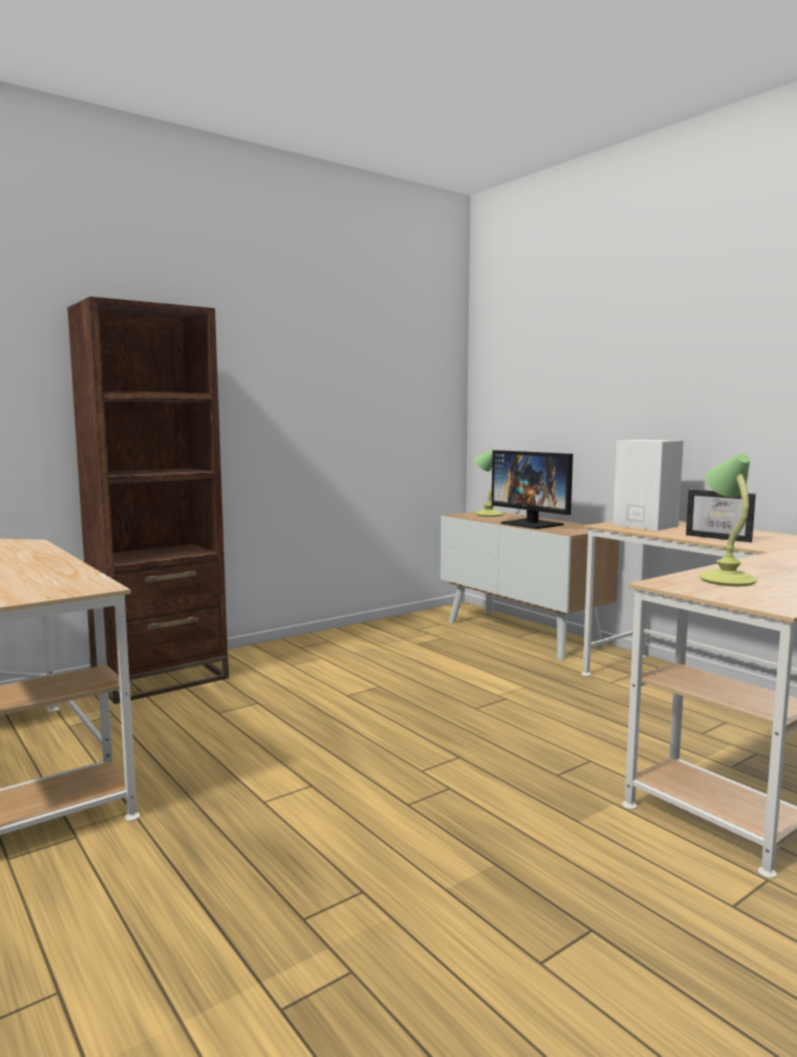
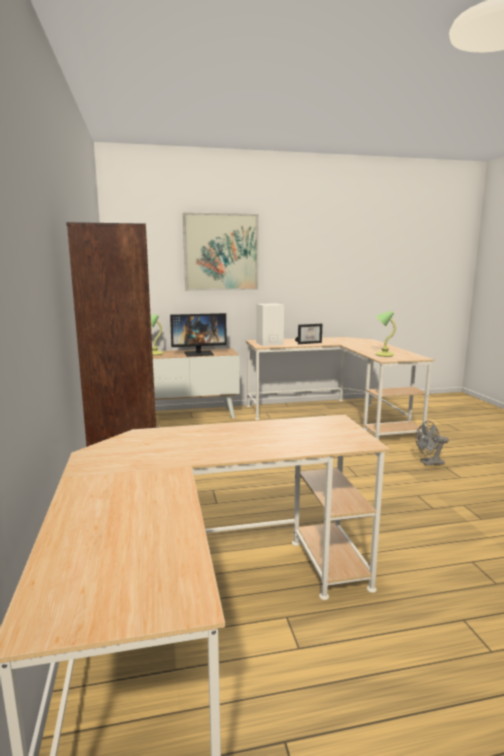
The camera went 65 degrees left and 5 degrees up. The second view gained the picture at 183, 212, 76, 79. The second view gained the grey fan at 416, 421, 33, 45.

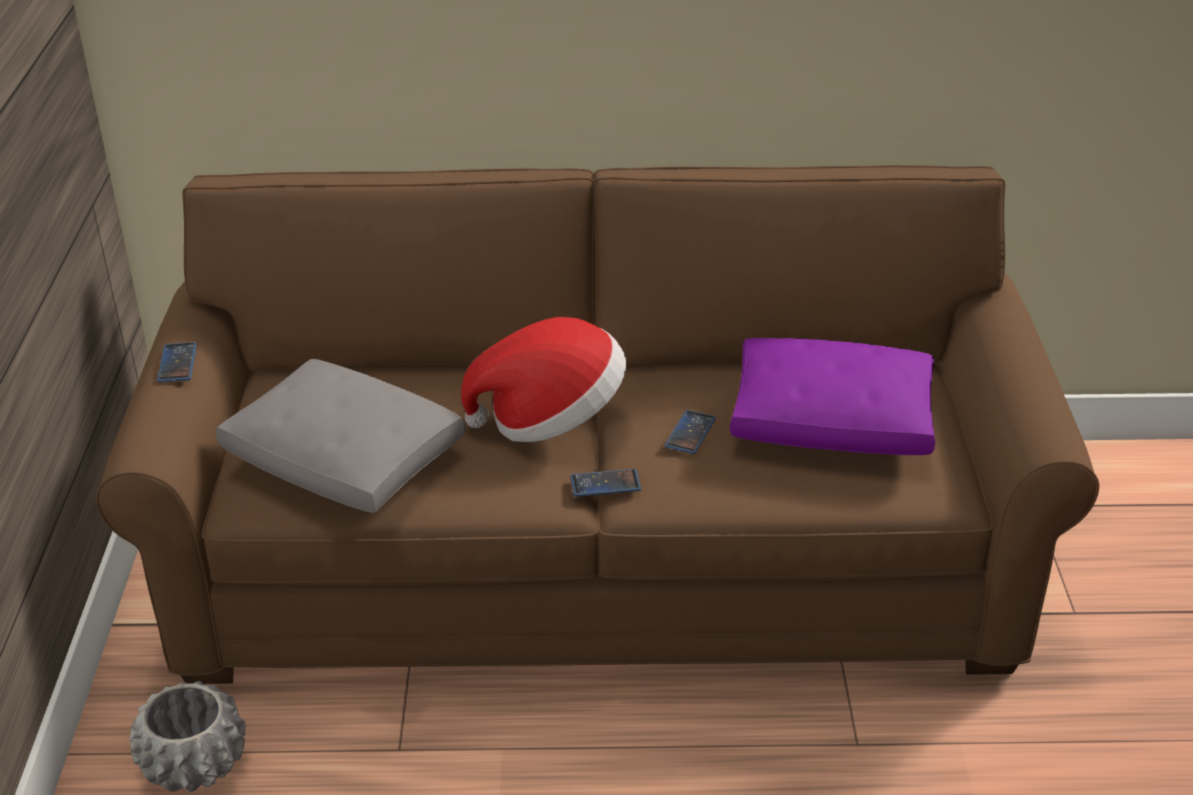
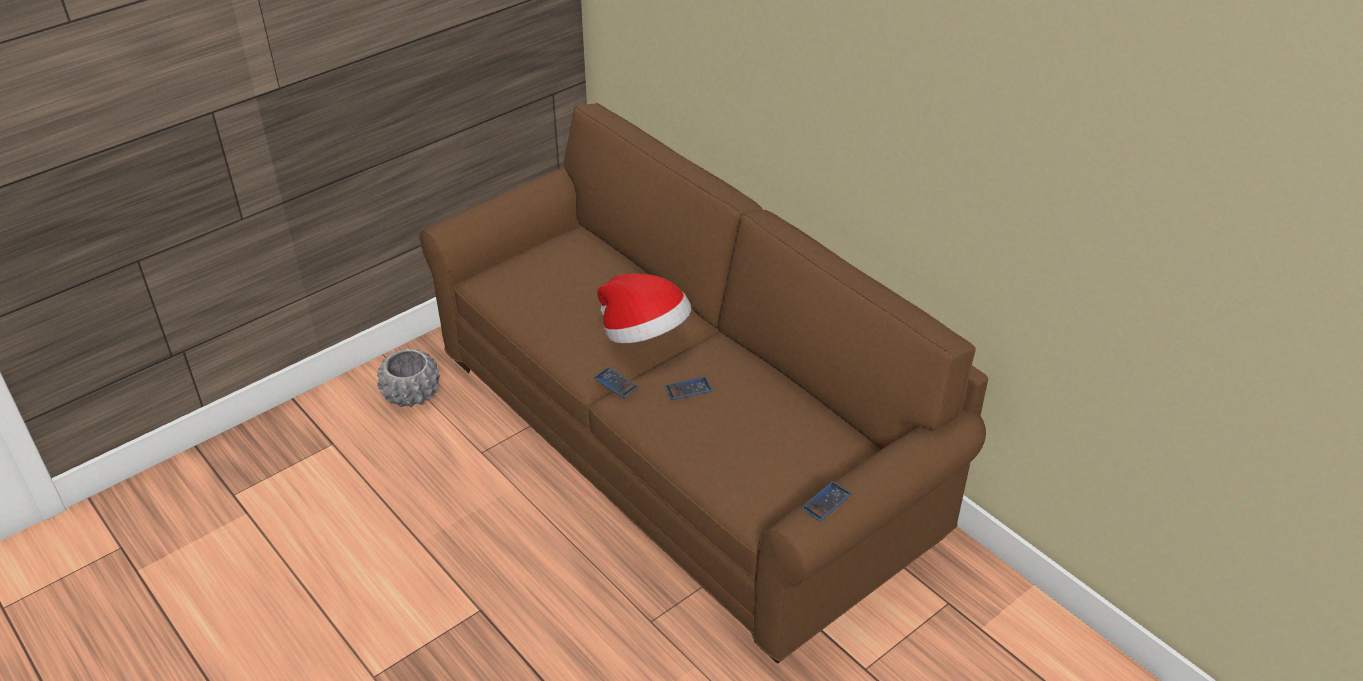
The camera went 50 degrees right and 5 degrees up. The phone ended up elsewhere, having gone from 157, 342, 40, 40 to 801, 481, 50, 40. The second view lost the grey pillow at 216, 359, 249, 154. The second view lost the purple pillow at 730, 338, 205, 117.

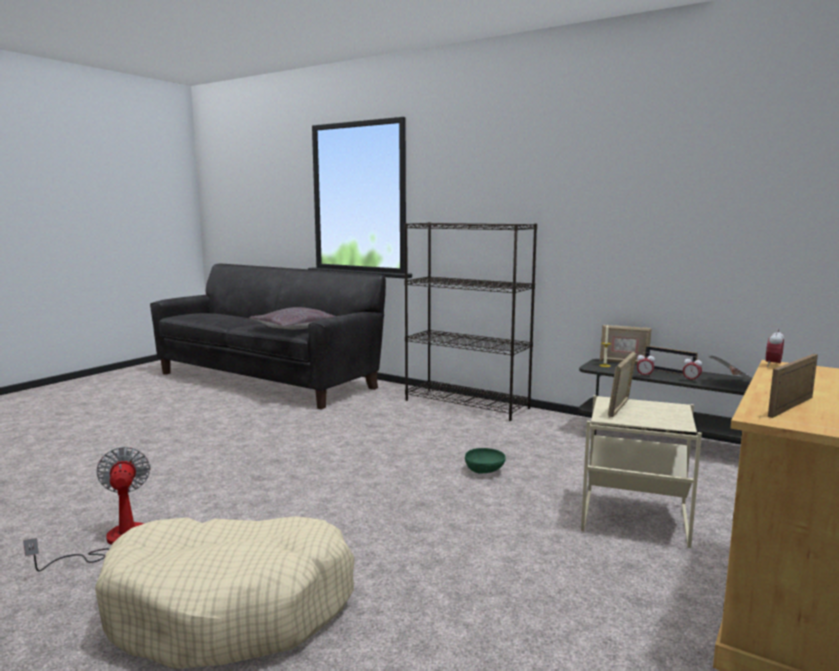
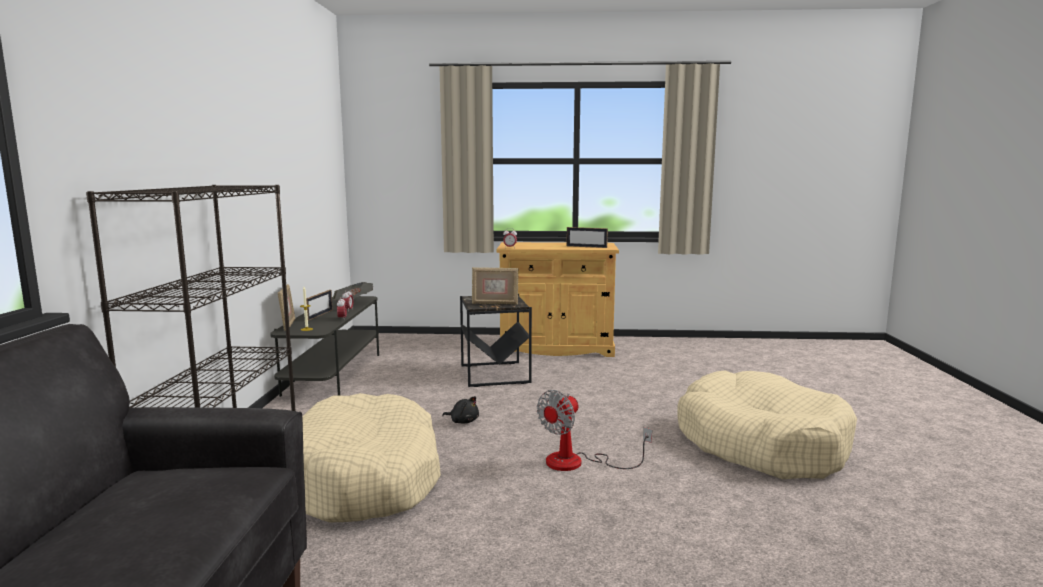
The camera went 120 degrees left and 0 degrees up. The second view gained the beige dog bed at 302, 393, 139, 129. Where the green bowl stood at 465, 448, 41, 26, the black plush toy came to stand at 442, 396, 37, 28. What was the beige side table at 581, 395, 121, 153 turned into the black side table at 460, 294, 72, 93. The fan ended up elsewhere, having gone from 23, 447, 128, 125 to 537, 390, 115, 81. The second view lost the grey pillow at 250, 307, 85, 22.

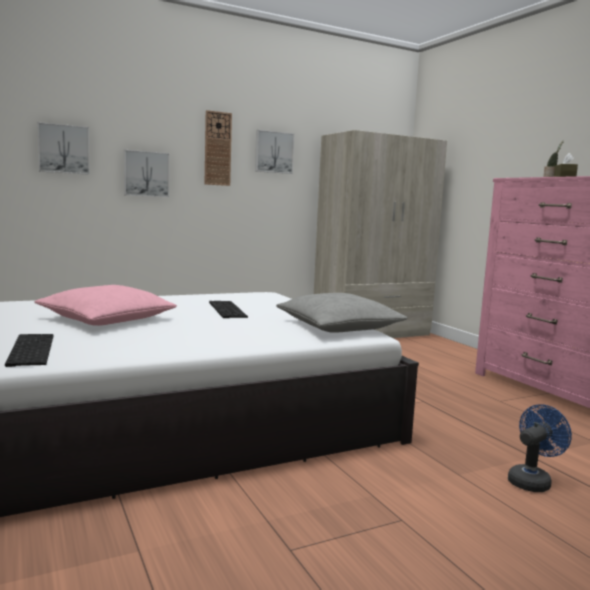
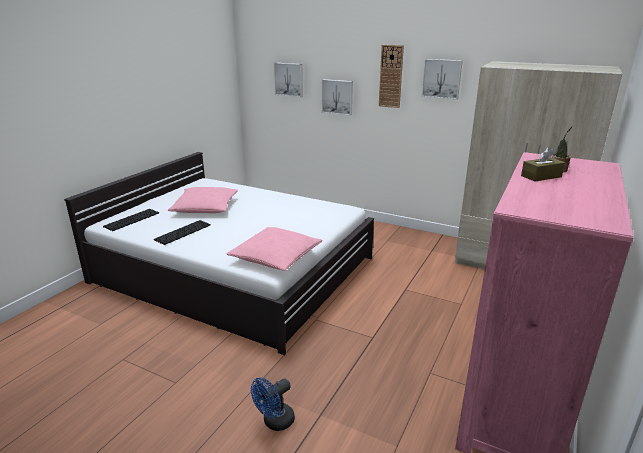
The camera went 55 degrees right and 15 degrees up. The keyboard ended up elsewhere, having gone from 209, 301, 39, 17 to 154, 220, 57, 25. What was the grey pillow at 276, 293, 132, 40 turned into the pink pillow at 227, 227, 96, 44. The blue fan at 508, 405, 64, 87 ended up facing another way, 120 degrees clockwise from before.

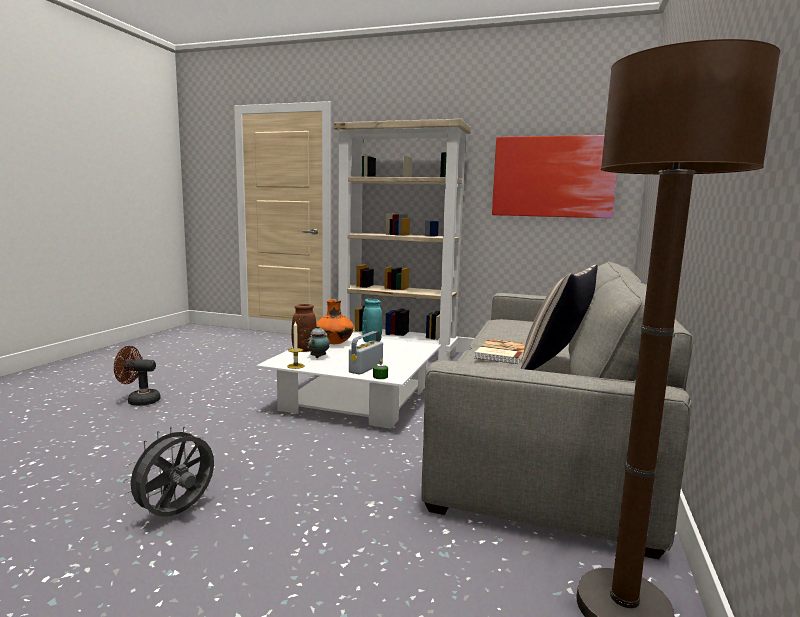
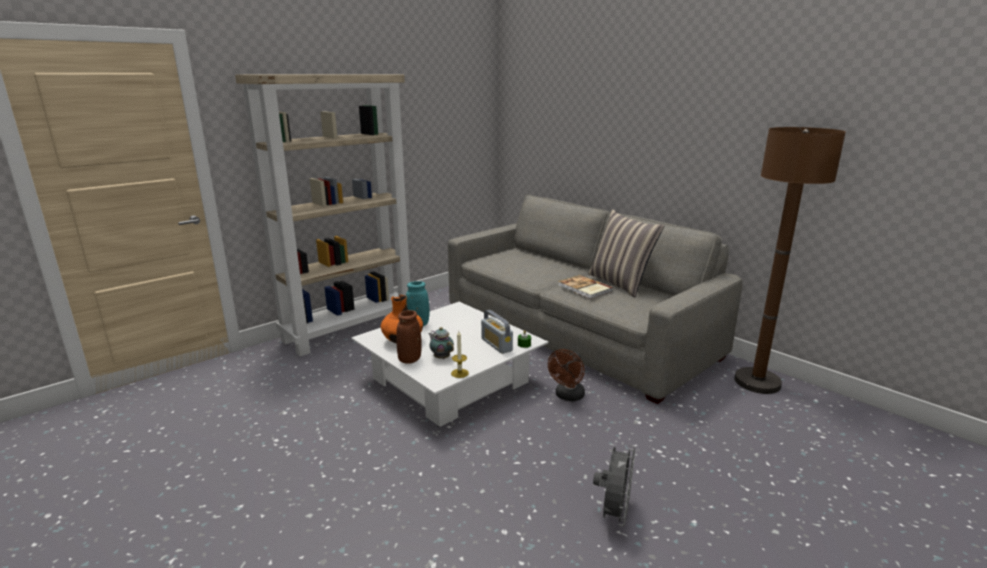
The camera went 60 degrees left and 10 degrees up. The brown fan ended up elsewhere, having gone from 114, 346, 47, 59 to 548, 349, 37, 53. The grey fan at 123, 426, 91, 91 ended up facing another way, 135 degrees counterclockwise from before. The second view lost the picture at 492, 135, 125, 83.

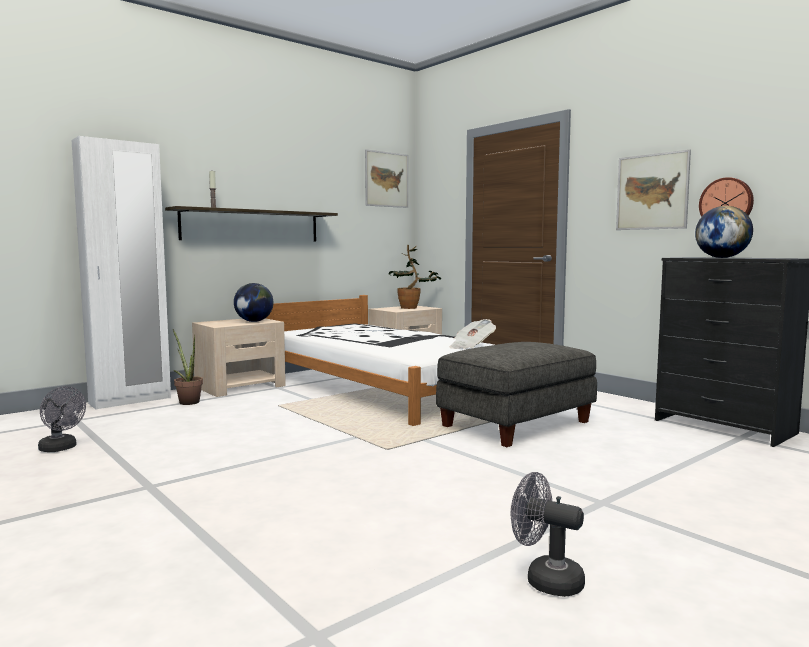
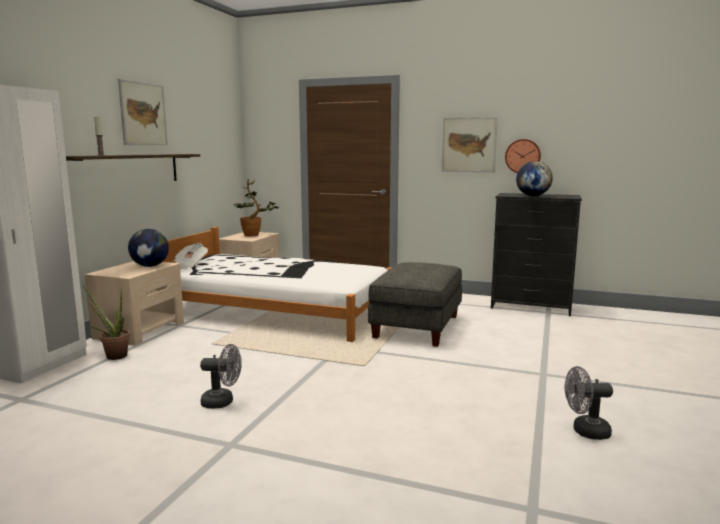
The camera went 30 degrees left and 5 degrees up. The picture ended up elsewhere, having gone from 365, 149, 43, 59 to 118, 79, 50, 66. The newspaper ended up elsewhere, having gone from 449, 319, 47, 30 to 173, 243, 35, 26. The grey fan ended up elsewhere, having gone from 38, 386, 48, 66 to 200, 344, 42, 65.

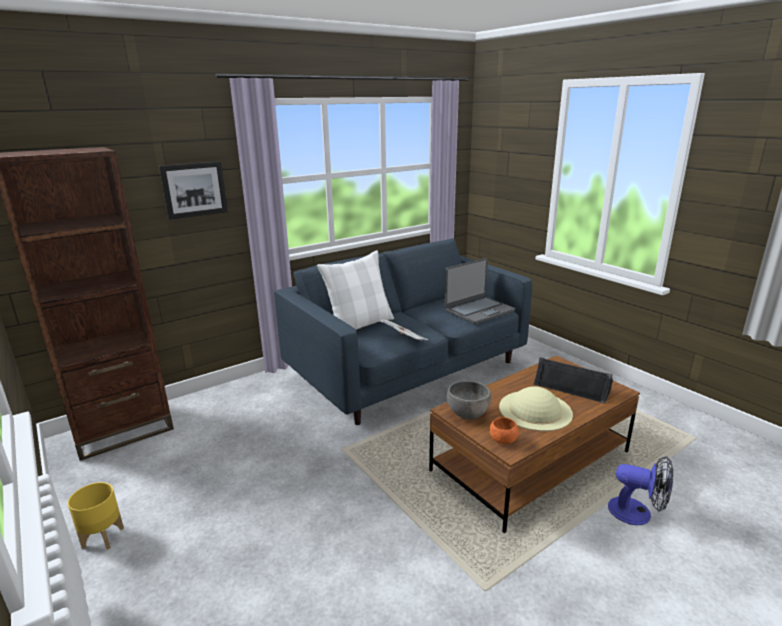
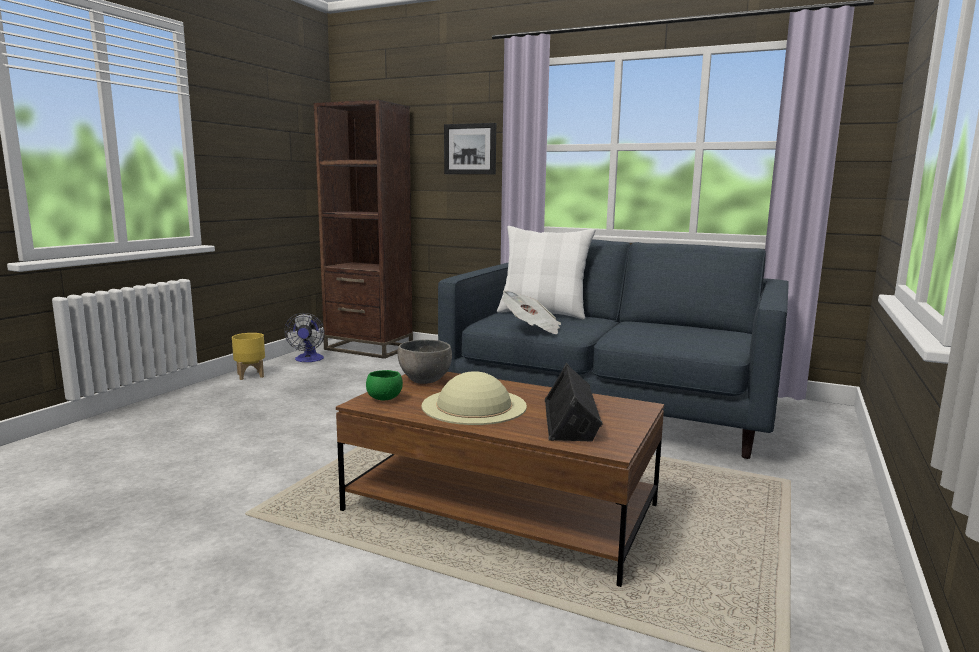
The camera went 60 degrees right and 10 degrees down. The fan ended up elsewhere, having gone from 608, 456, 65, 69 to 284, 313, 41, 49. What was the orange bowl at 490, 417, 29, 27 turned into the green bowl at 366, 370, 37, 30. The second view lost the laptop at 445, 258, 70, 66.

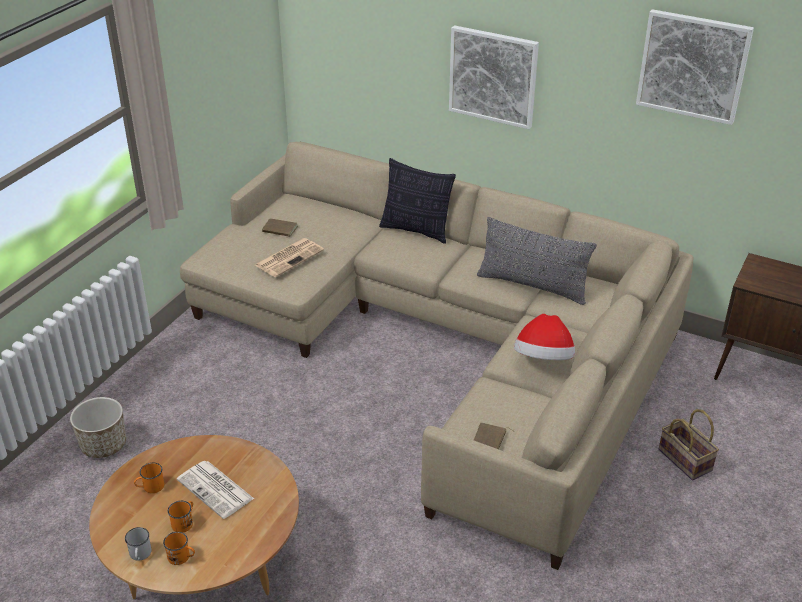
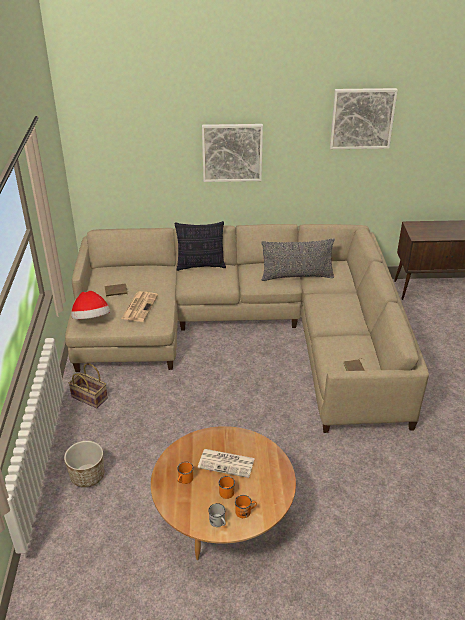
The camera went 30 degrees left and 0 degrees up. The basket ended up elsewhere, having gone from 659, 409, 60, 71 to 68, 363, 40, 45. The hat ended up elsewhere, having gone from 514, 314, 61, 46 to 71, 291, 39, 28.

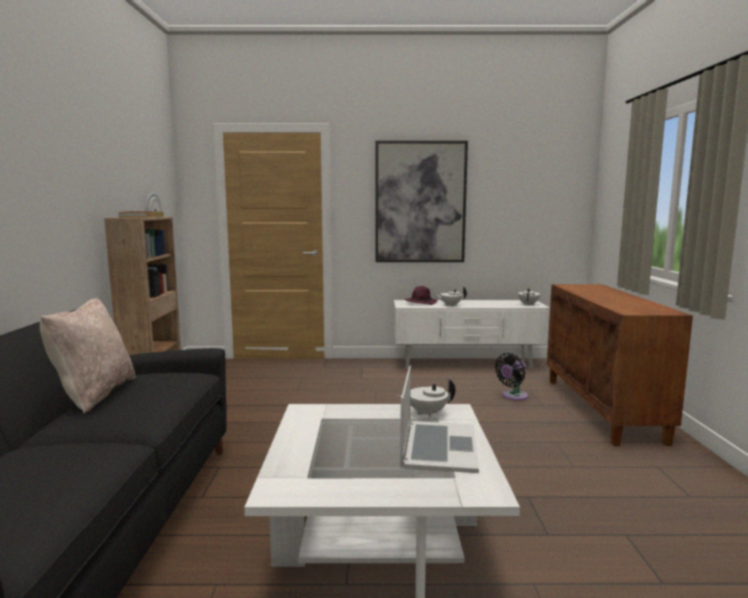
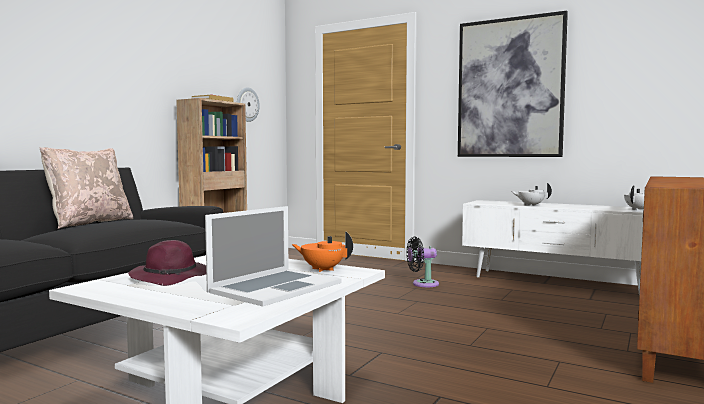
The camera went 30 degrees right and 5 degrees down. The purple hat ended up elsewhere, having gone from 405, 286, 33, 19 to 128, 240, 78, 46. What was the white teapot at 397, 379, 58, 38 turned into the orange teapot at 292, 232, 61, 40. The black fan ended up elsewhere, having gone from 495, 353, 33, 48 to 406, 237, 33, 50.

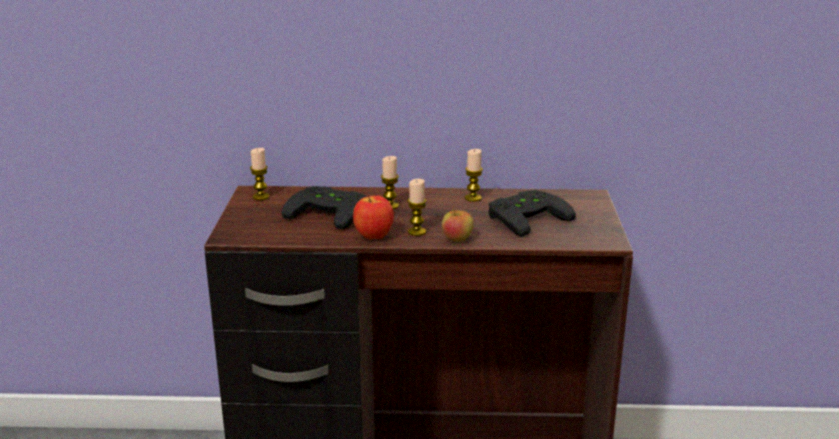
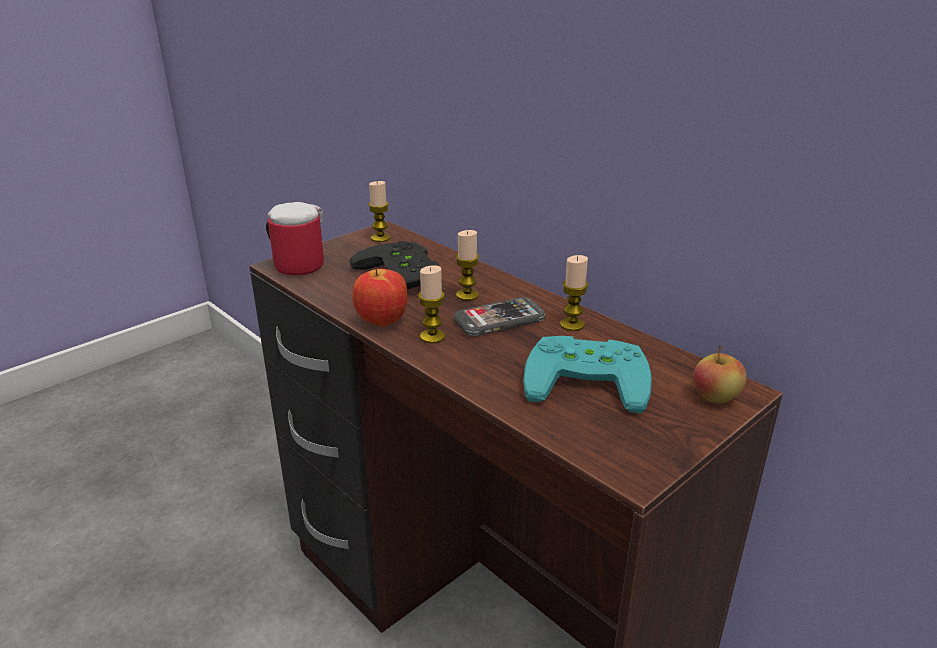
The camera went 45 degrees right and 5 degrees up. The second view gained the mug at 266, 202, 58, 74. The second view gained the phone at 453, 297, 93, 39. What was the black game controller at 488, 190, 88, 47 turned into the turquoise game controller at 523, 336, 129, 77. The apple ended up elsewhere, having gone from 442, 205, 32, 37 to 693, 346, 54, 57.

